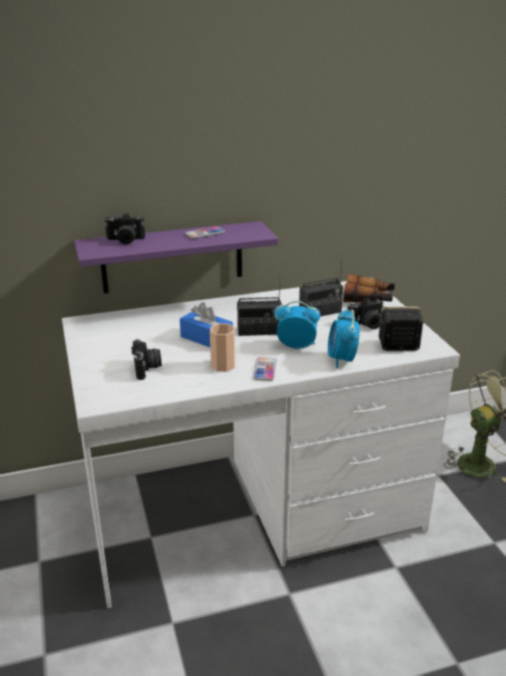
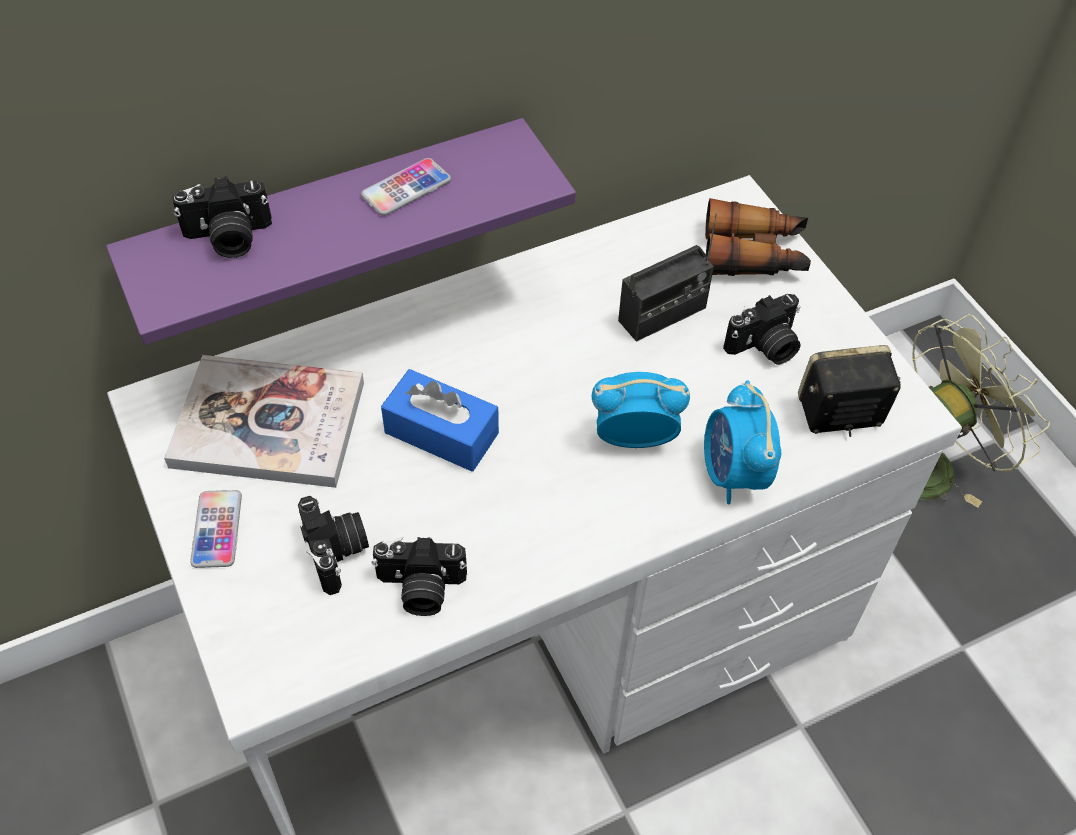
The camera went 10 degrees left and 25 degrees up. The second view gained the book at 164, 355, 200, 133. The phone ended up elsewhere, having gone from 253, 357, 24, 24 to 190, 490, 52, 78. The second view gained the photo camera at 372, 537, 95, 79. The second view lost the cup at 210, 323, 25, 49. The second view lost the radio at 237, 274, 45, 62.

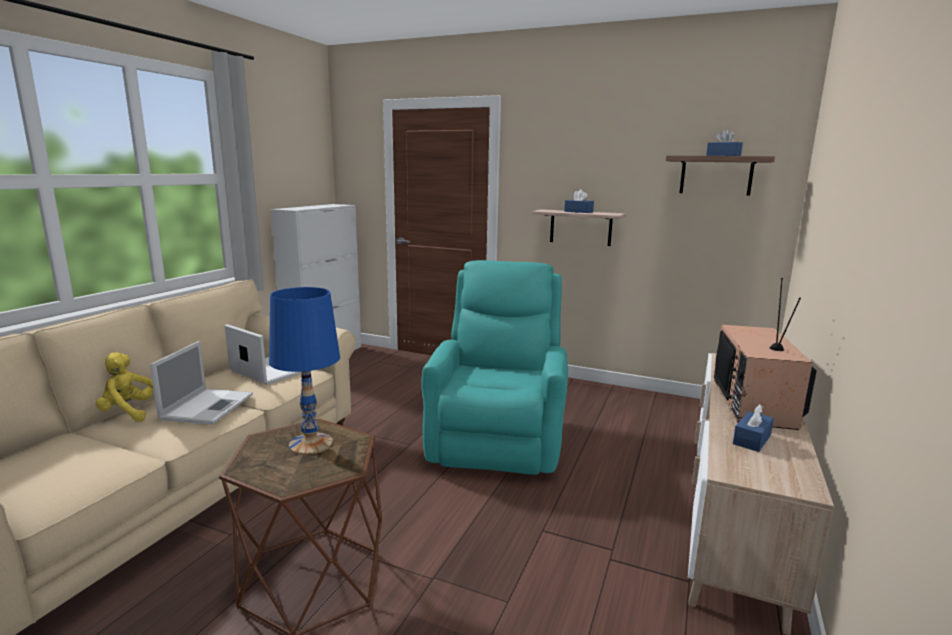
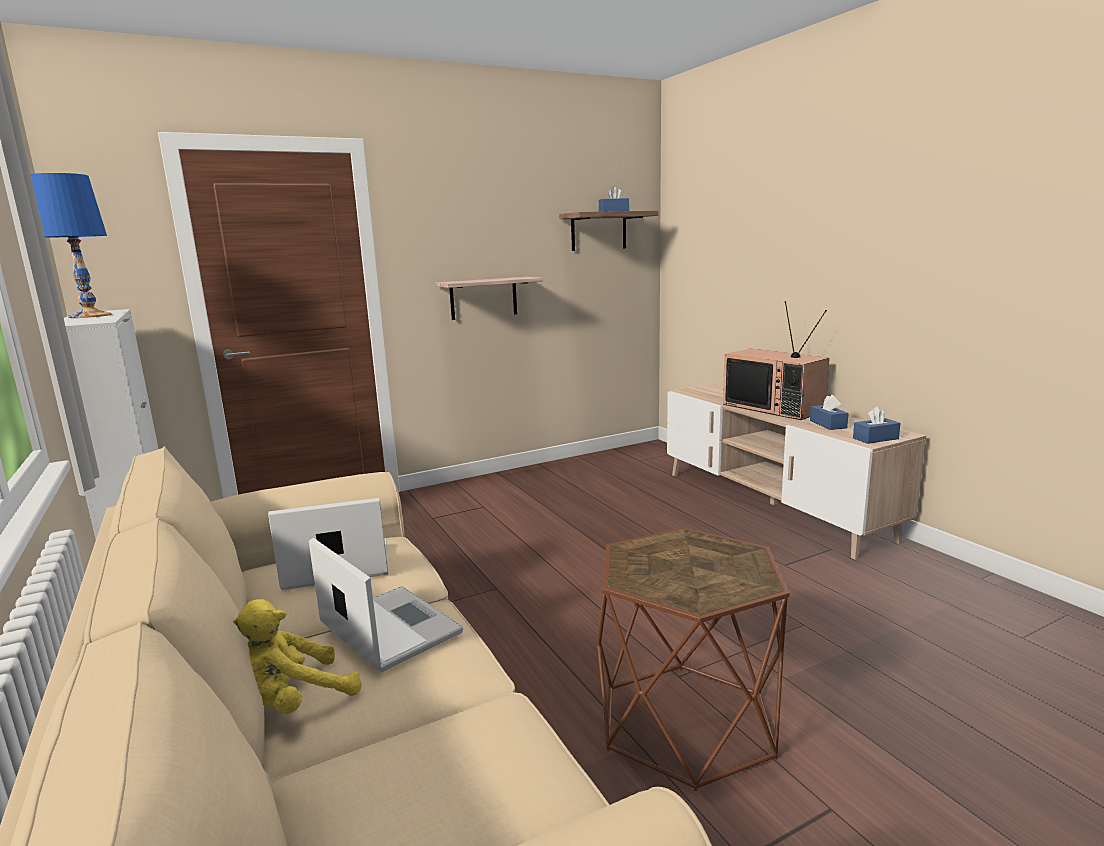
The camera went 50 degrees left and 0 degrees up. The blue table lamp ended up elsewhere, having gone from 269, 287, 71, 168 to 31, 173, 81, 145. The blue tissue box ended up elsewhere, having gone from 564, 189, 30, 24 to 853, 406, 48, 38. The second view lost the turquoise armchair at 421, 260, 147, 215.

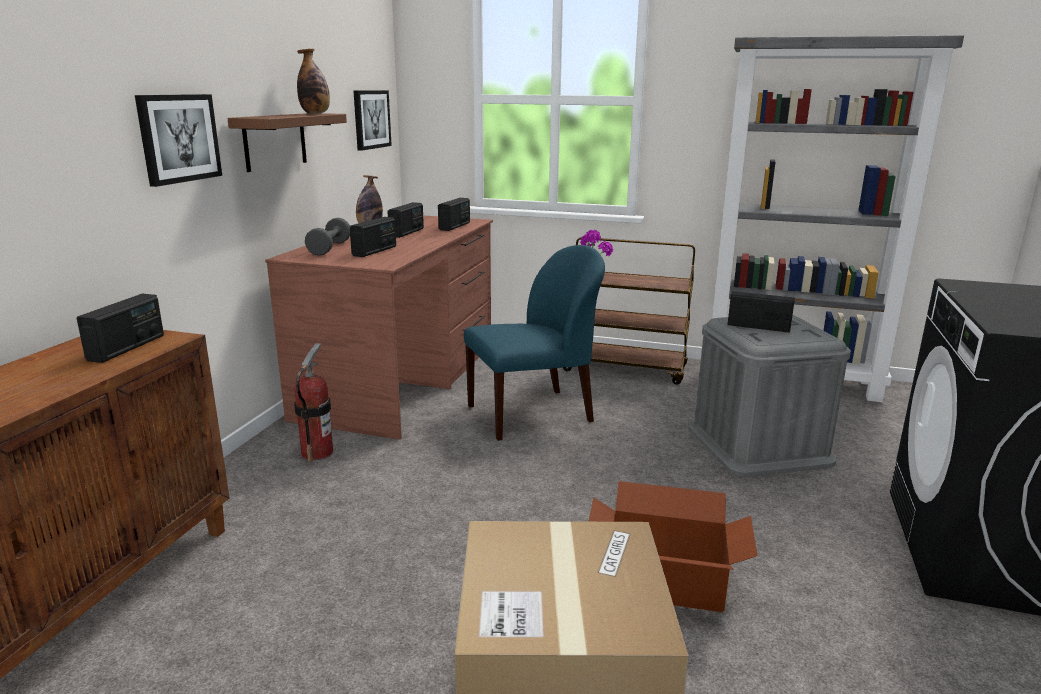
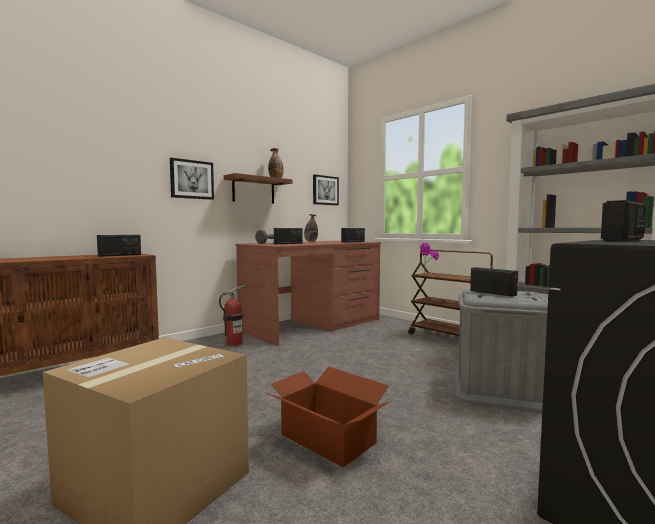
The camera went 30 degrees right and 15 degrees down. The radio ended up elsewhere, having gone from 387, 202, 37, 36 to 601, 200, 45, 41. The second view lost the blue chair at 464, 245, 141, 196.

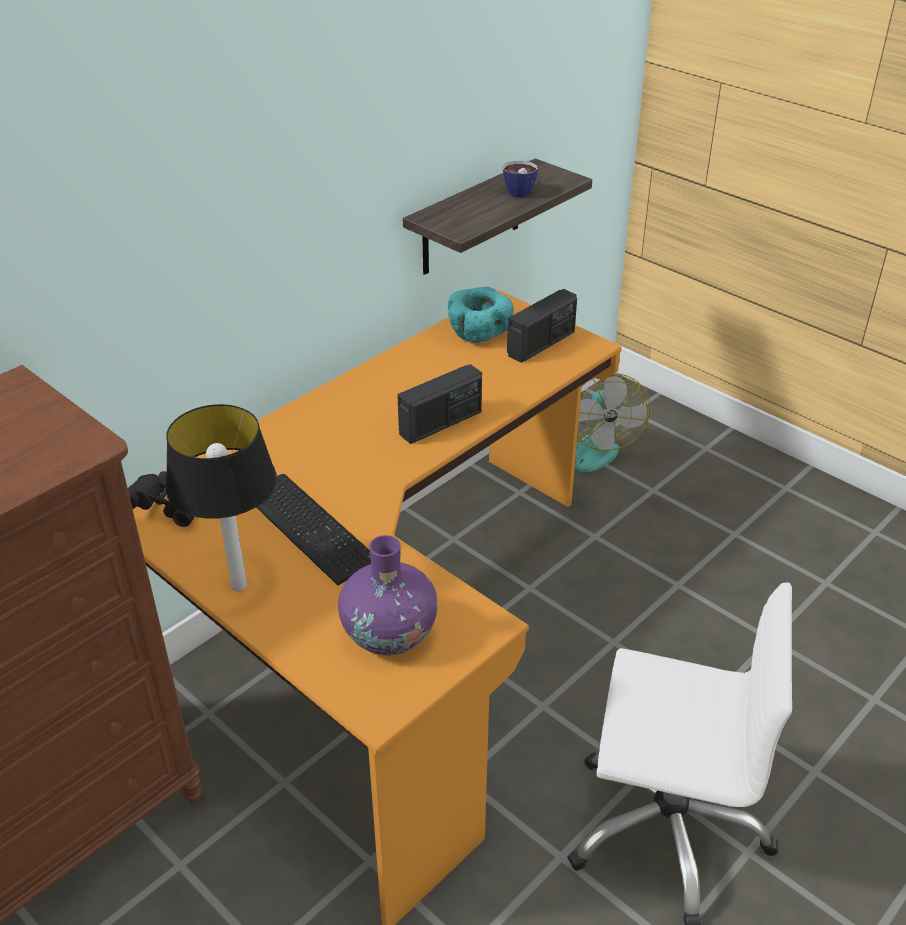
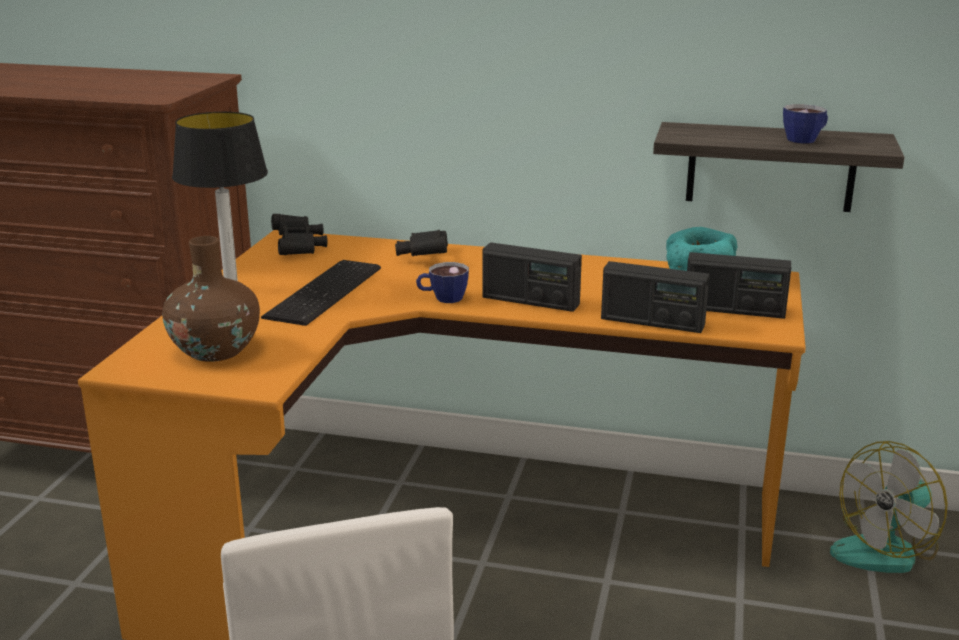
The camera went 60 degrees right and 15 degrees down. What was the purple vase at 338, 535, 100, 120 turned into the brown vase at 162, 236, 98, 126. The second view gained the black binoculars at 395, 230, 53, 26. The second view gained the cup at 416, 262, 53, 41. The second view gained the radio at 601, 261, 109, 72.

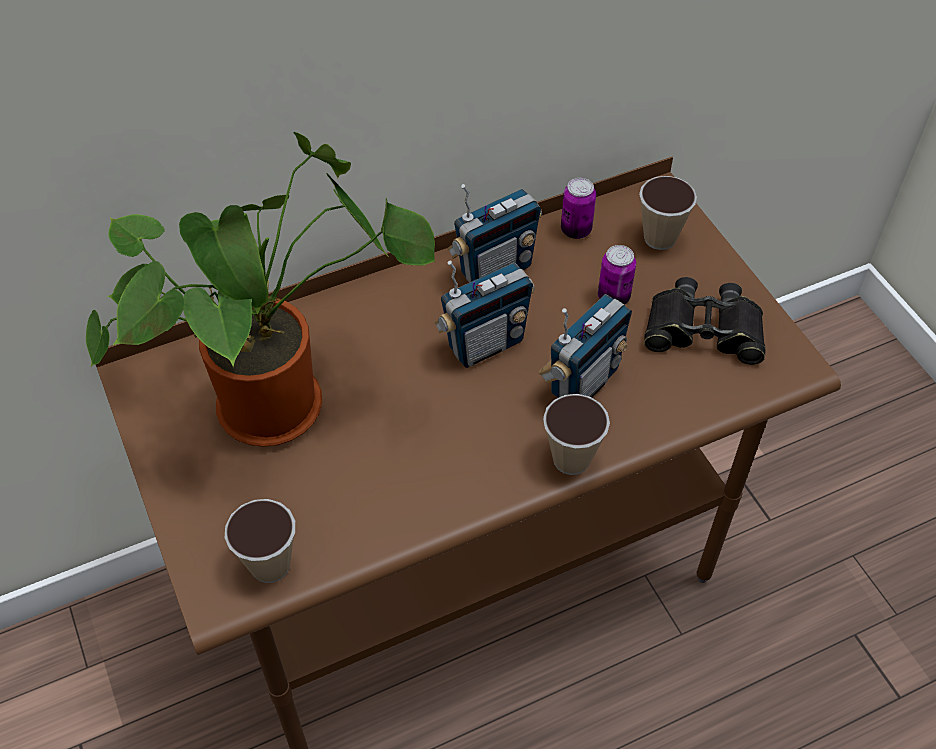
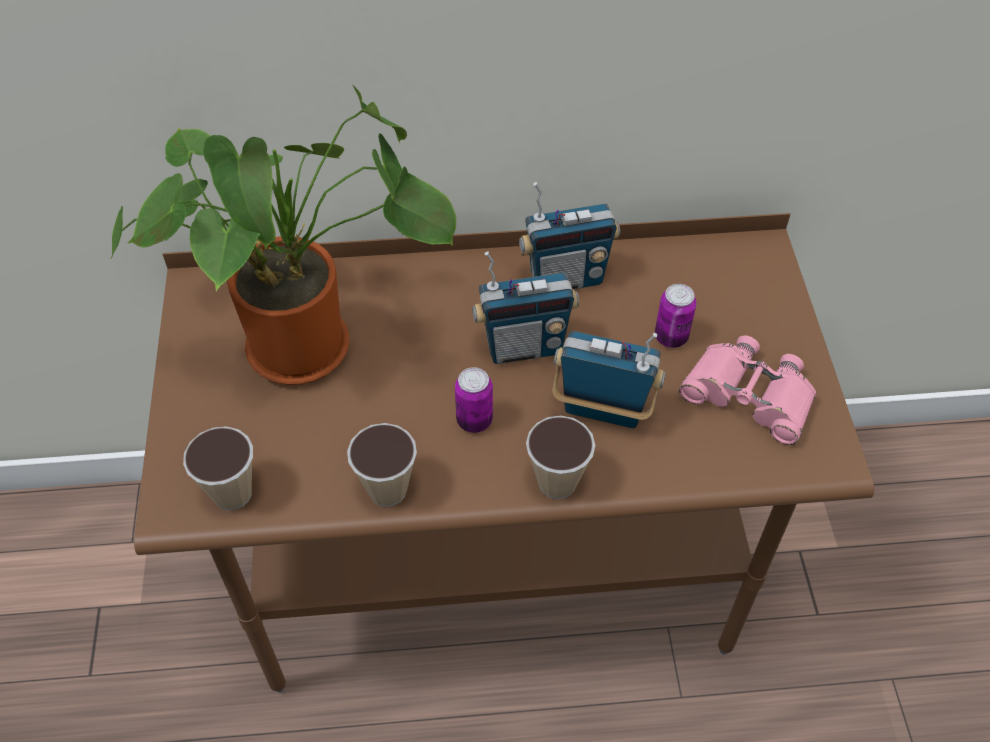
The camera went 20 degrees right and 0 degrees up. The cup ended up elsewhere, having gone from 639, 176, 58, 74 to 347, 423, 70, 84. The can ended up elsewhere, having gone from 561, 178, 35, 61 to 455, 367, 38, 66. The radio at 539, 294, 93, 104 ended up facing another way, 135 degrees counterclockwise from before. What was the black binoculars at 644, 277, 122, 88 turned into the pink binoculars at 679, 336, 137, 109.

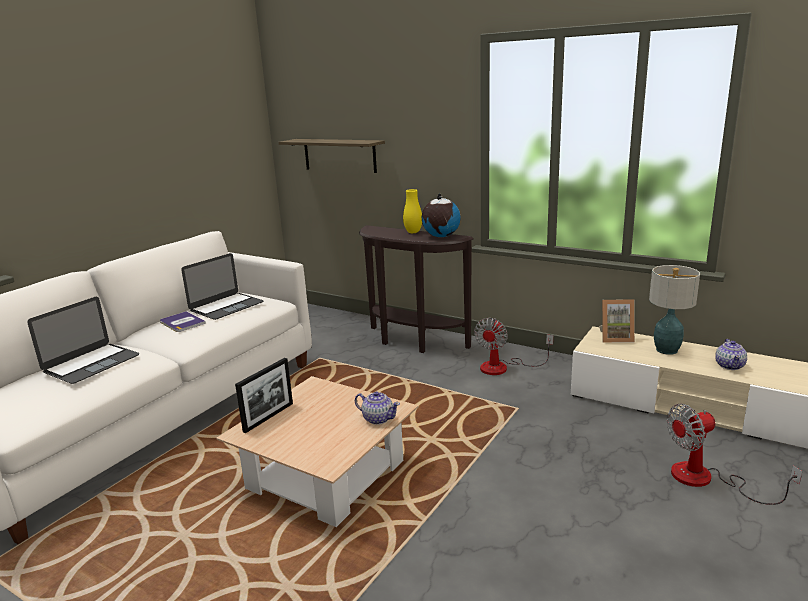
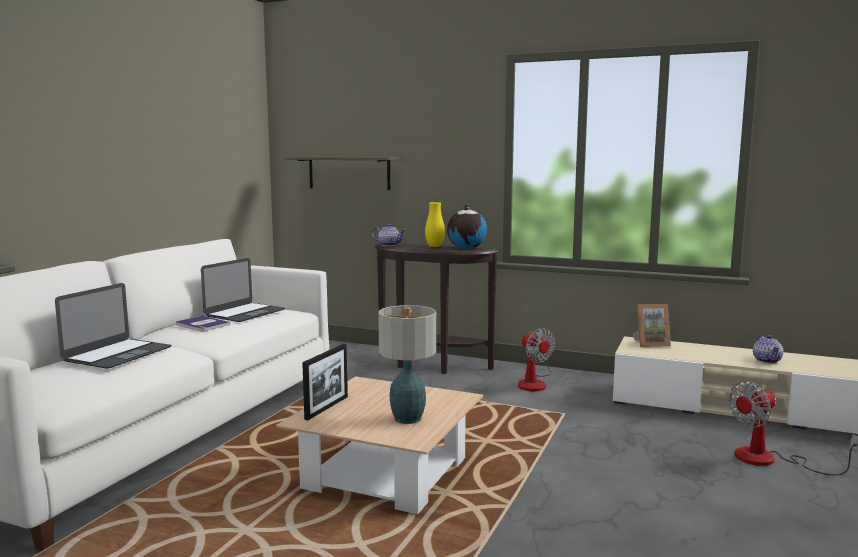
The camera went 10 degrees left and 10 degrees down. The teapot ended up elsewhere, having gone from 355, 392, 45, 33 to 372, 224, 34, 22. The table lamp ended up elsewhere, having gone from 649, 265, 51, 90 to 378, 305, 58, 119. The fan at 474, 318, 79, 57 ended up facing another way, 45 degrees counterclockwise from before.

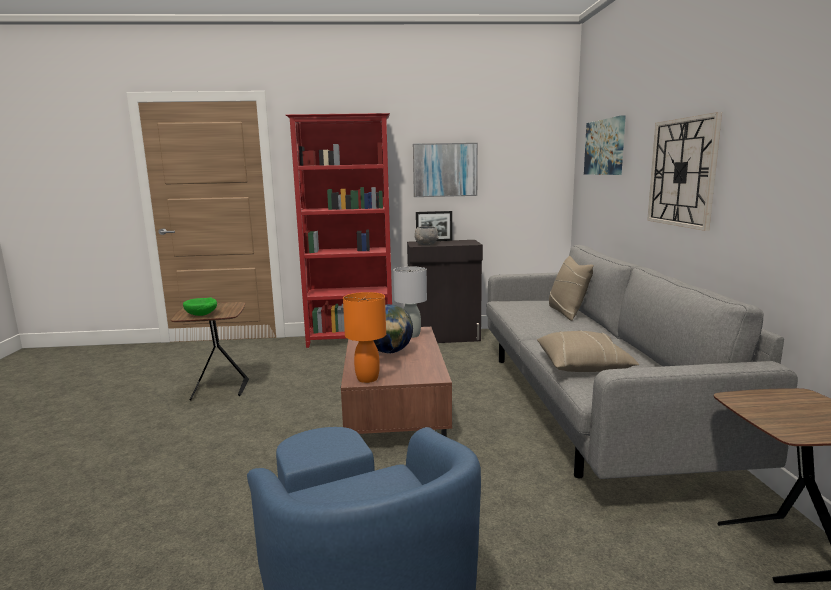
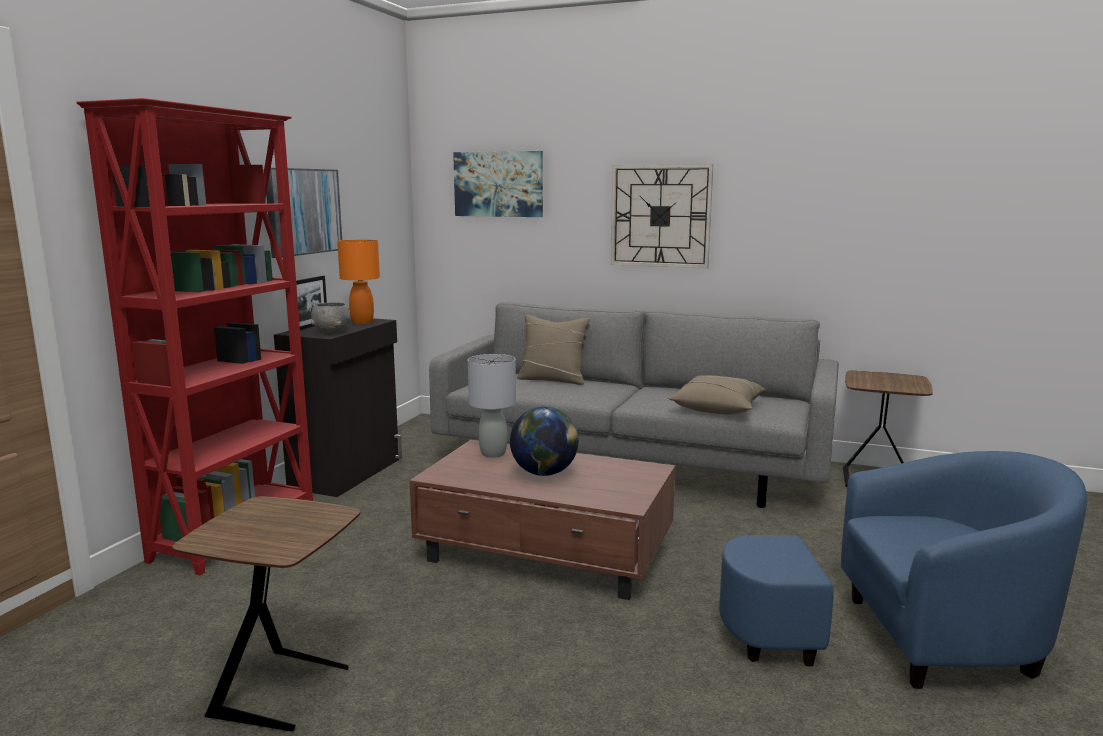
The camera went 65 degrees left and 0 degrees up. The orange table lamp ended up elsewhere, having gone from 343, 292, 43, 91 to 337, 239, 43, 85. The second view lost the green bowl at 183, 297, 34, 19.

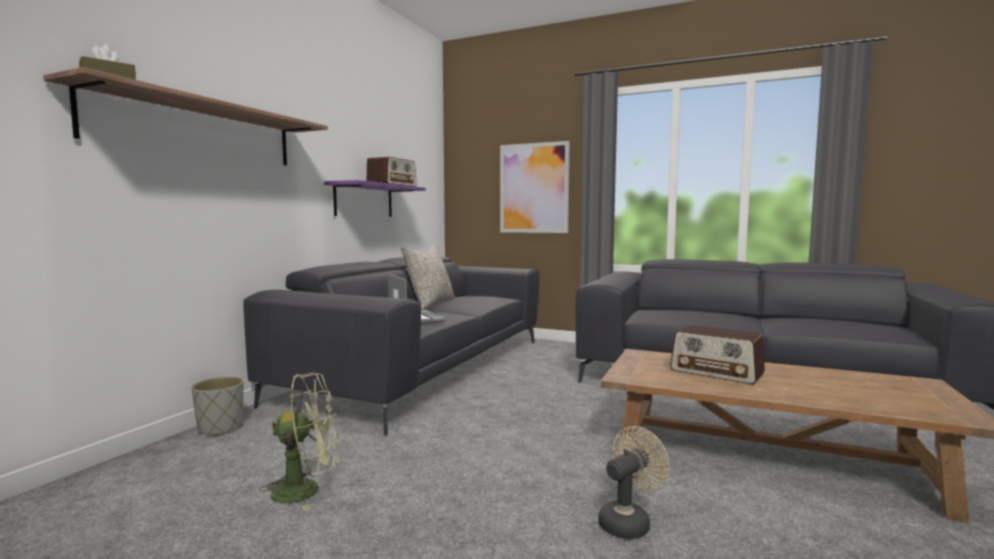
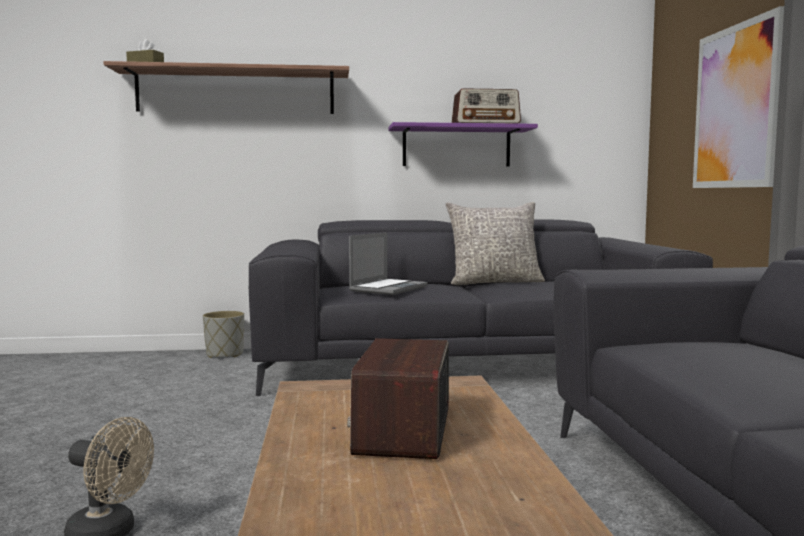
The camera went 60 degrees right and 0 degrees up. The second view lost the green fan at 259, 372, 79, 139.

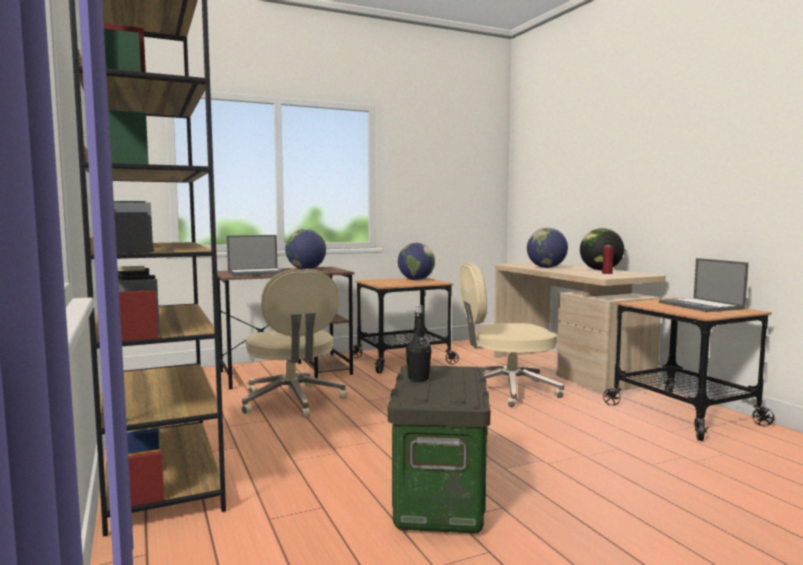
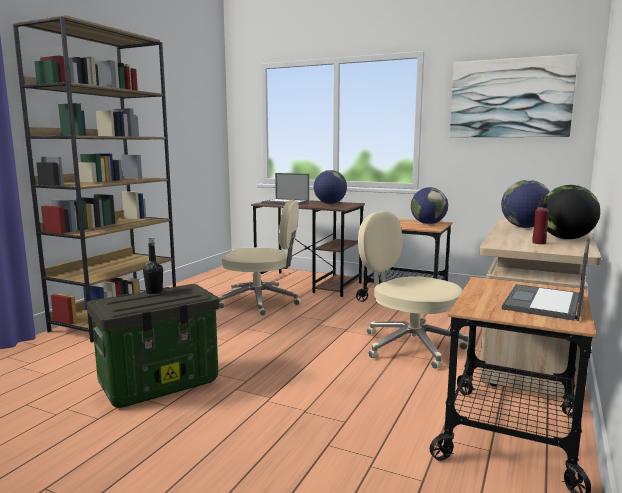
The camera went 50 degrees right and 5 degrees up. The beige office chair at 241, 269, 105, 149 ended up facing another way, 105 degrees counterclockwise from before. The second view gained the picture at 450, 54, 128, 83.

